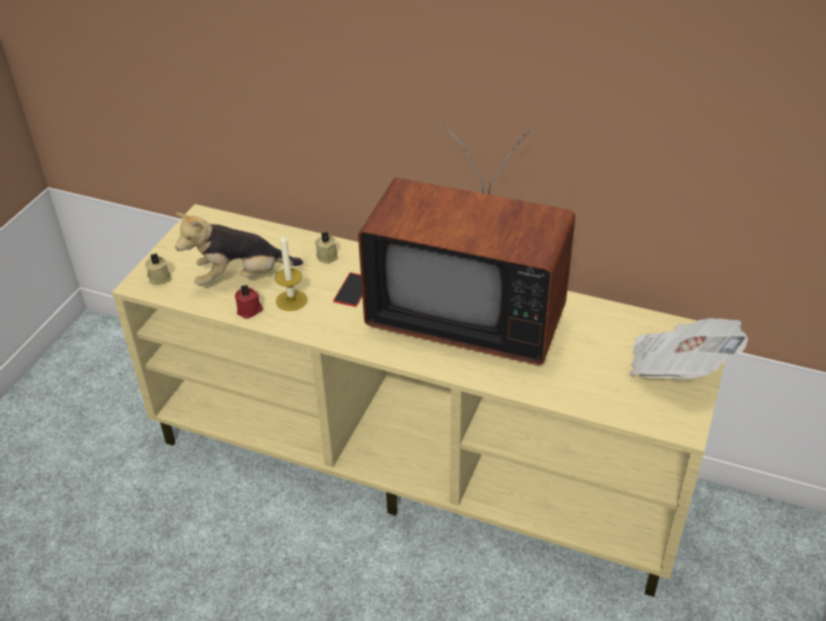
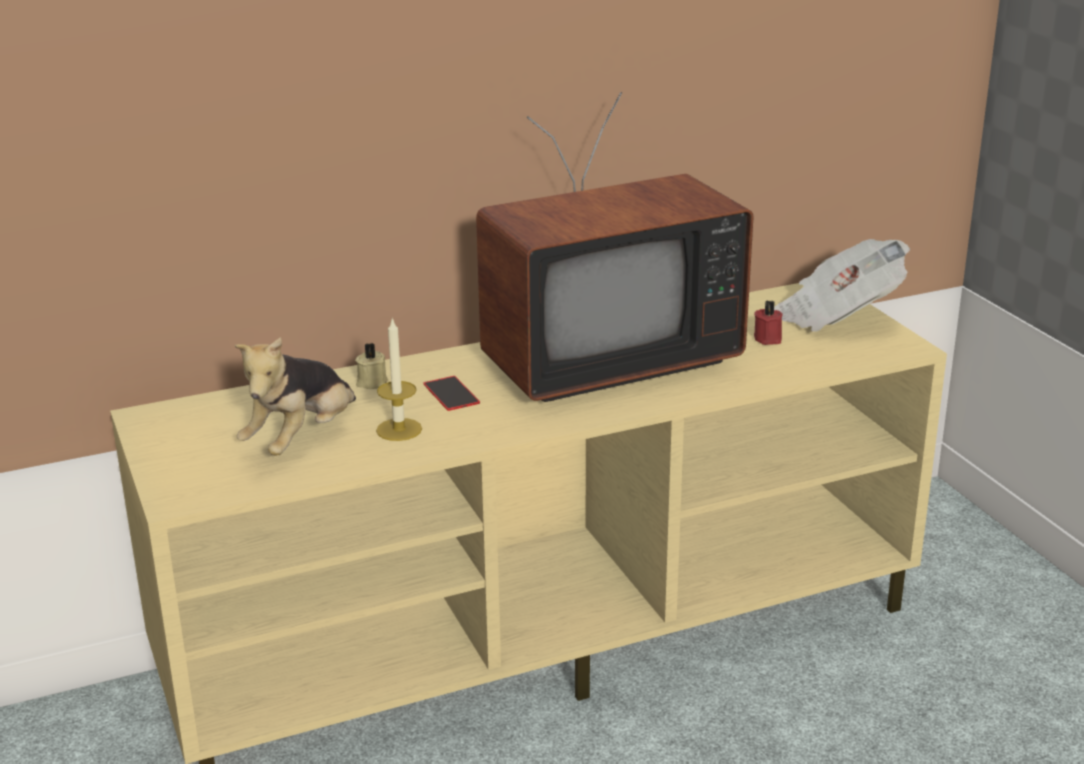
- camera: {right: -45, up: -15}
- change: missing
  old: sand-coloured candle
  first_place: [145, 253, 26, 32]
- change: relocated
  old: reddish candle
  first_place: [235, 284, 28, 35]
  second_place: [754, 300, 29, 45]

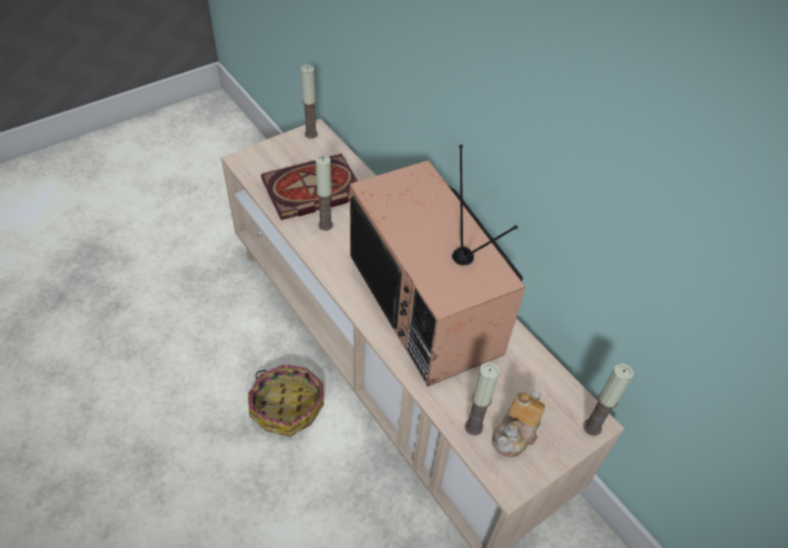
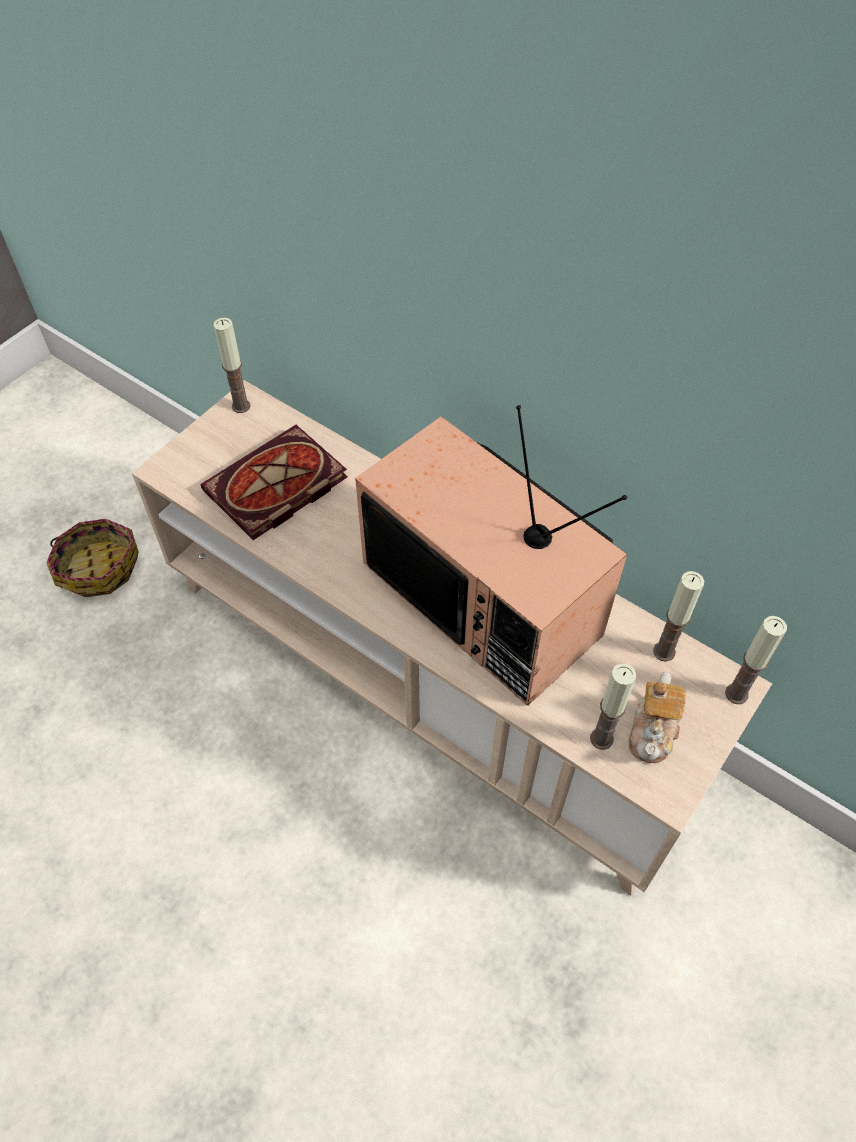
- camera: {right: -15, up: 5}
- change: relocated
  old: storage basket
  first_place: [248, 364, 76, 73]
  second_place: [47, 519, 91, 78]
- change: relocated
  old: candle
  first_place: [315, 155, 18, 76]
  second_place: [653, 571, 51, 91]

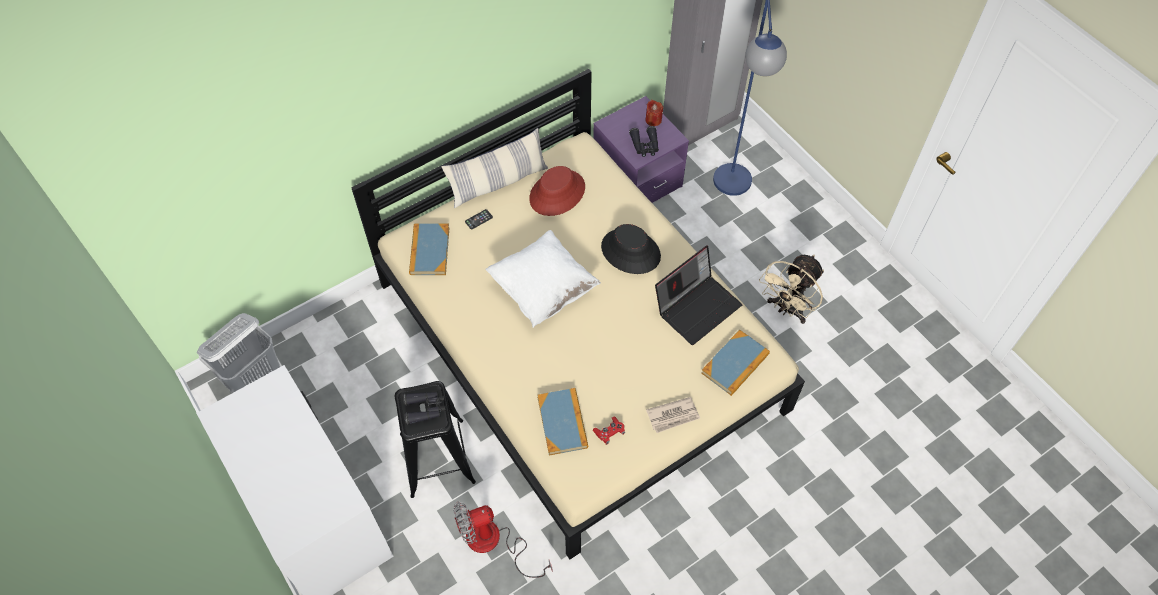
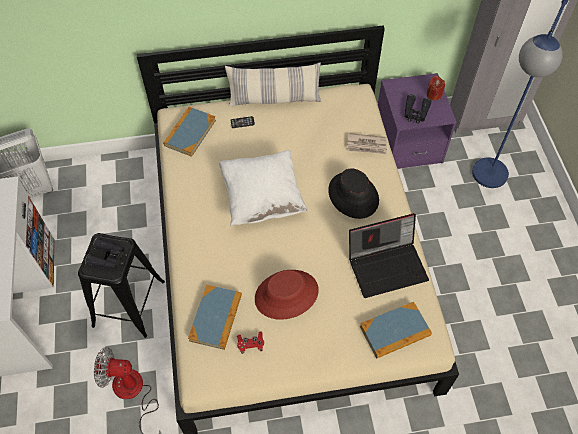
- camera: {right: 25, up: 0}
- change: relocated
  old: reddish wearable hat
  first_place: [529, 166, 56, 50]
  second_place: [255, 270, 64, 50]
- change: relocated
  old: daily paper
  first_place: [646, 397, 54, 36]
  second_place: [347, 133, 40, 21]
- change: missing
  old: sand-coloured cooling fan
  first_place: [759, 255, 65, 69]

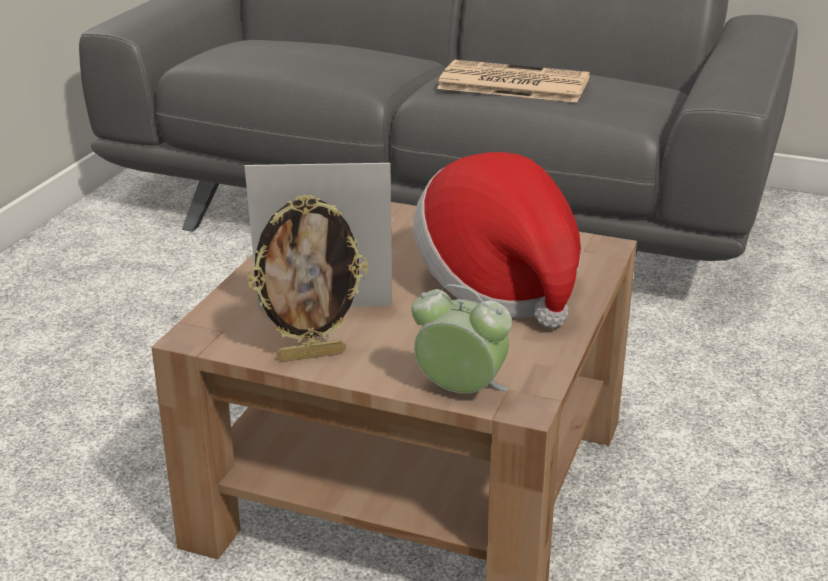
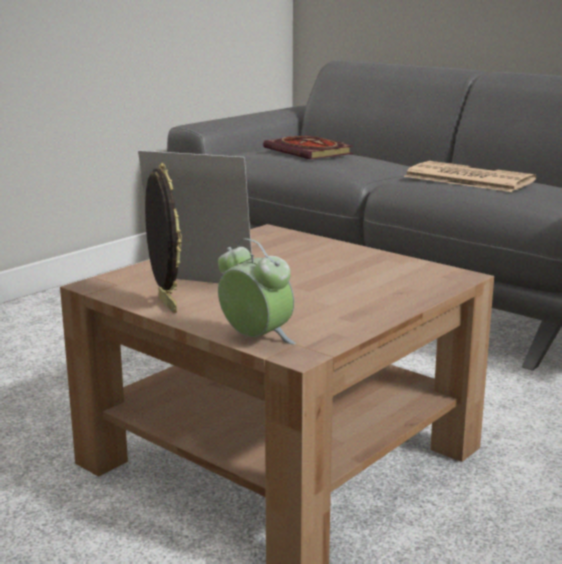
- camera: {right: 20, up: -10}
- change: spun
  old: picture frame
  first_place: [247, 194, 121, 168]
  second_place: [145, 163, 37, 150]
  degrees: -120
- change: missing
  old: wearable hat
  first_place: [413, 152, 168, 176]
- change: appeared
  new: bound book
  second_place: [263, 135, 90, 24]

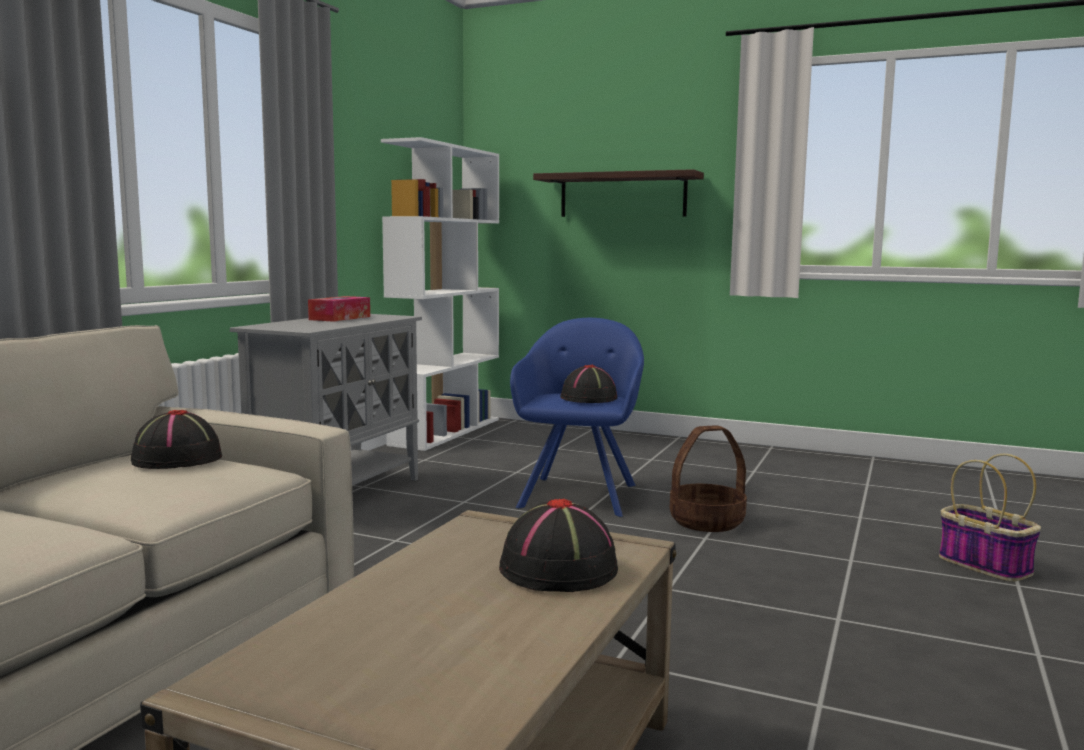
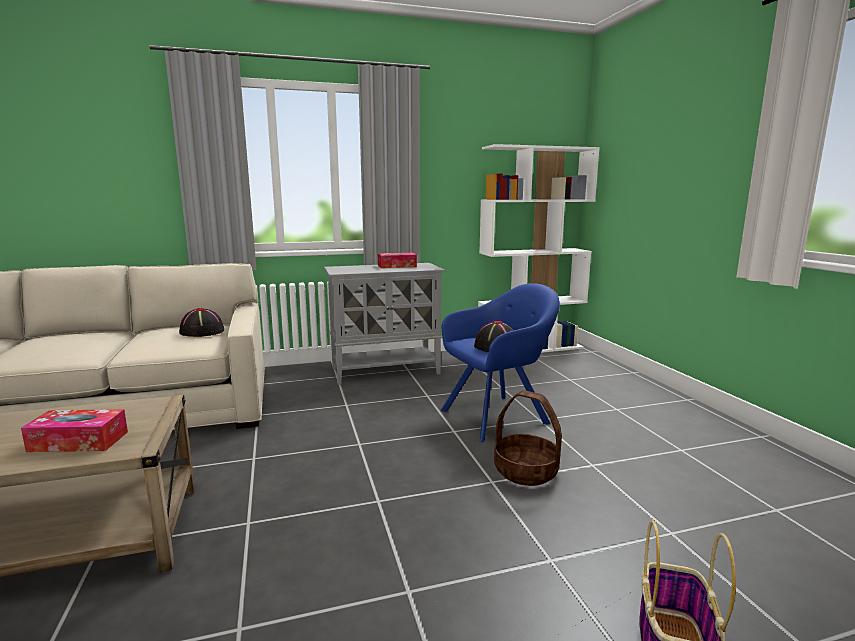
- camera: {right: 50, up: 5}
- change: exchanged
  old: blackish wearable hat
  new: tissue holder
  first_place: [499, 499, 119, 93]
  second_place: [21, 409, 107, 43]
- change: missing
  old: shelf
  first_place: [533, 169, 171, 48]

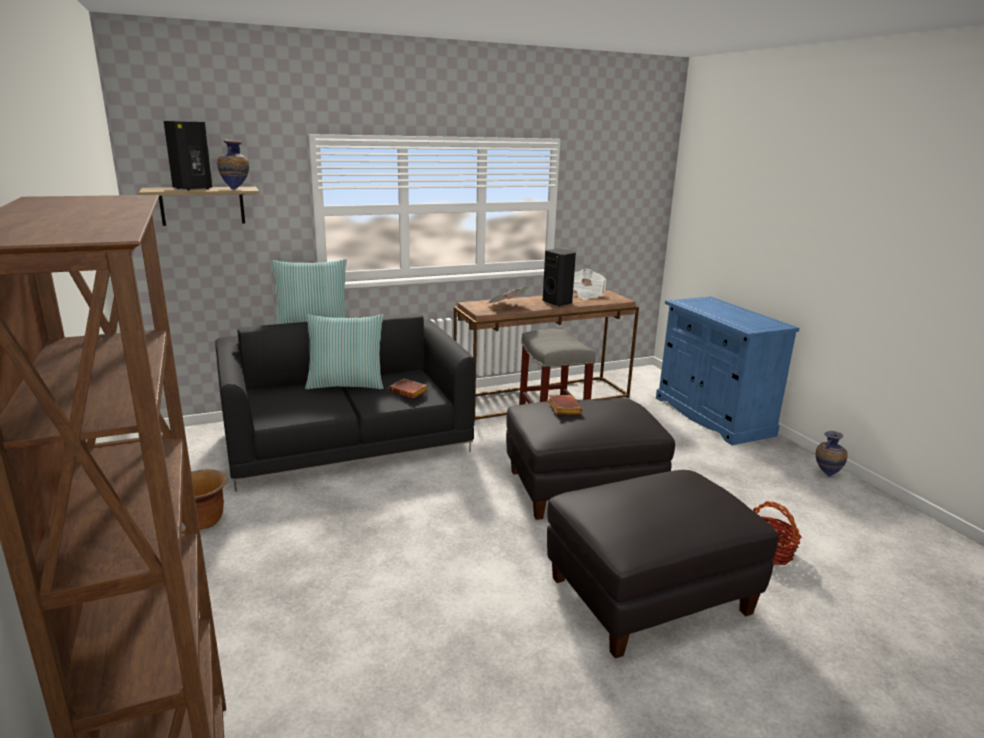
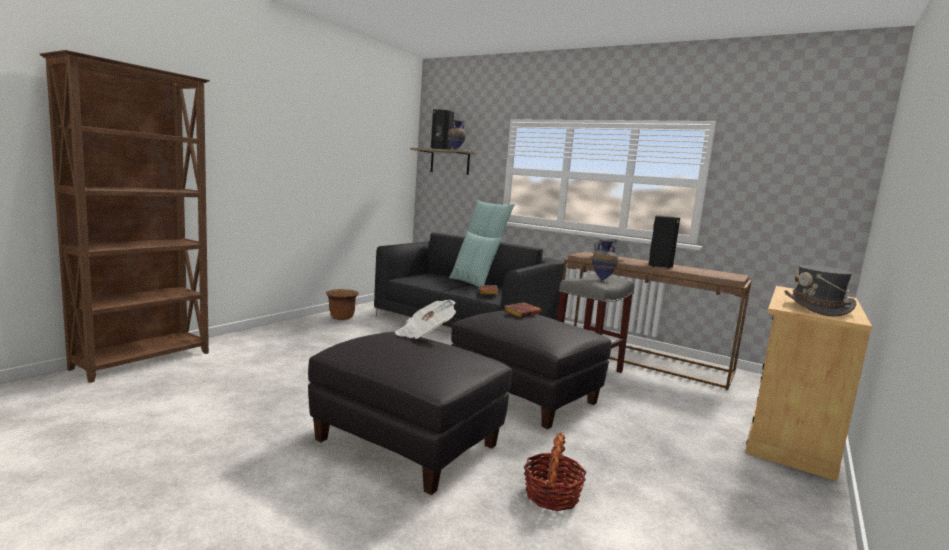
- camera: {right: 55, up: -10}
- change: relocated
  old: daily paper
  first_place: [573, 269, 33, 30]
  second_place: [395, 300, 61, 39]
- change: colour
  old: blue-coloured cupboard
  new: sand-coloured cupboard
  first_place: [656, 296, 143, 149]
  second_place: [745, 286, 127, 195]
- change: relocated
  old: decorative vase
  first_place: [816, 431, 32, 46]
  second_place: [592, 240, 26, 40]
- change: appeared
  new: greyish wearable hat
  second_place: [784, 265, 72, 52]

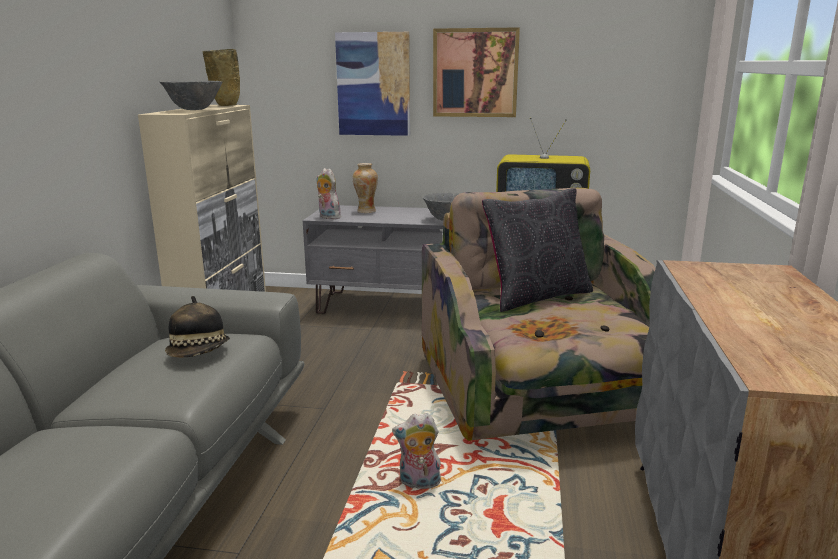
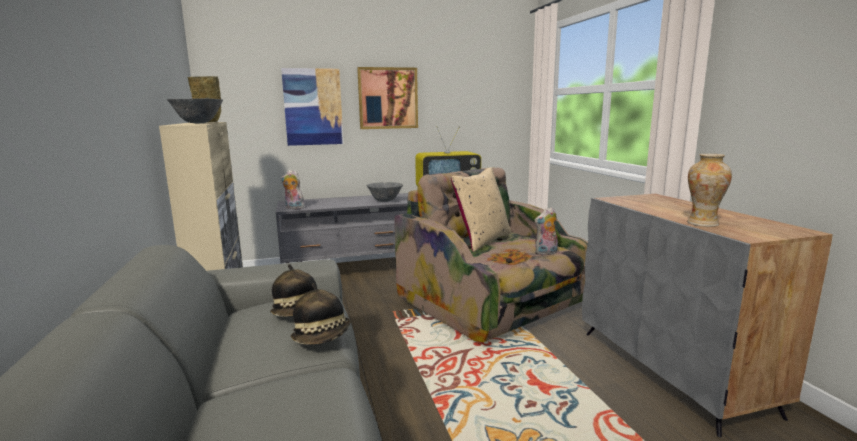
- camera: {right: -25, up: -5}
- change: relocated
  old: decorative vase
  first_place: [353, 163, 25, 50]
  second_place: [687, 154, 45, 73]
- change: relocated
  old: cuddly toy
  first_place: [392, 413, 49, 76]
  second_place: [535, 207, 23, 49]
- change: colour
  old: blackish pillow
  new: sand-coloured pillow
  first_place: [482, 188, 111, 124]
  second_place: [451, 167, 60, 85]
- change: appeared
  new: wearable hat
  second_place: [291, 283, 60, 62]

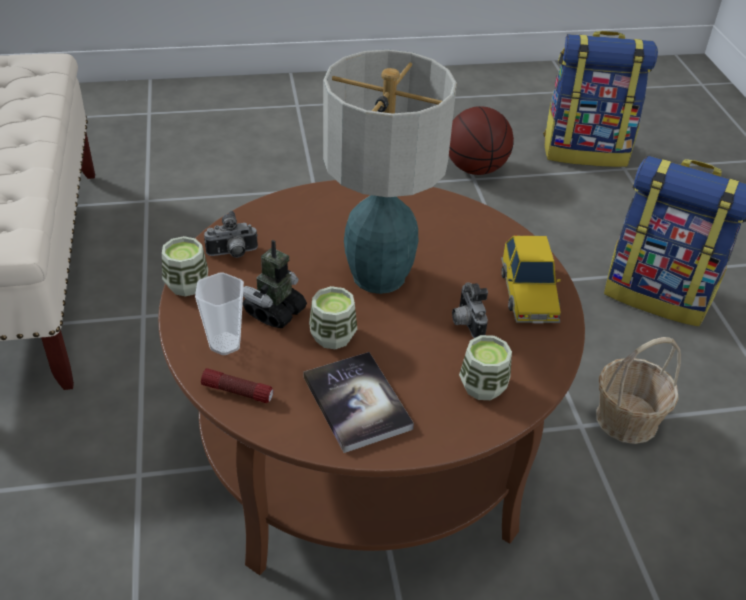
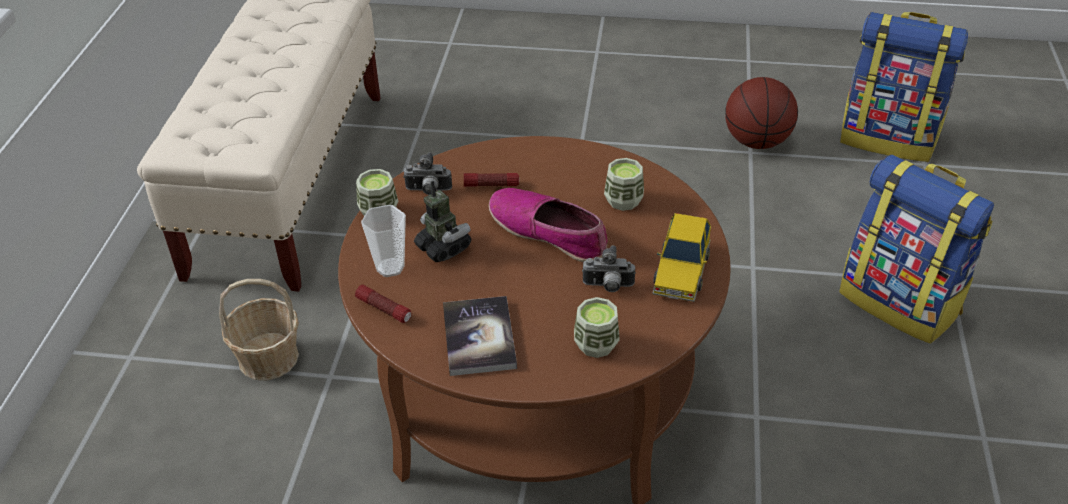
- camera: {right: 20, up: 0}
- change: spun
  old: model robot
  first_place: [243, 240, 64, 88]
  second_place: [414, 181, 57, 81]
  degrees: 90
- change: relocated
  old: drinking cup
  first_place: [309, 286, 48, 63]
  second_place: [604, 158, 40, 53]
- change: exchanged
  old: tabletop lamp
  new: item of footwear
  first_place: [323, 50, 134, 244]
  second_place: [489, 188, 118, 74]
- change: spun
  old: photo camera
  first_place: [452, 282, 36, 56]
  second_place: [582, 245, 54, 47]
  degrees: -90
- change: relocated
  old: storage basket
  first_place: [596, 337, 85, 107]
  second_place: [219, 279, 80, 101]
- change: appeared
  new: torch
  second_place: [464, 173, 55, 14]

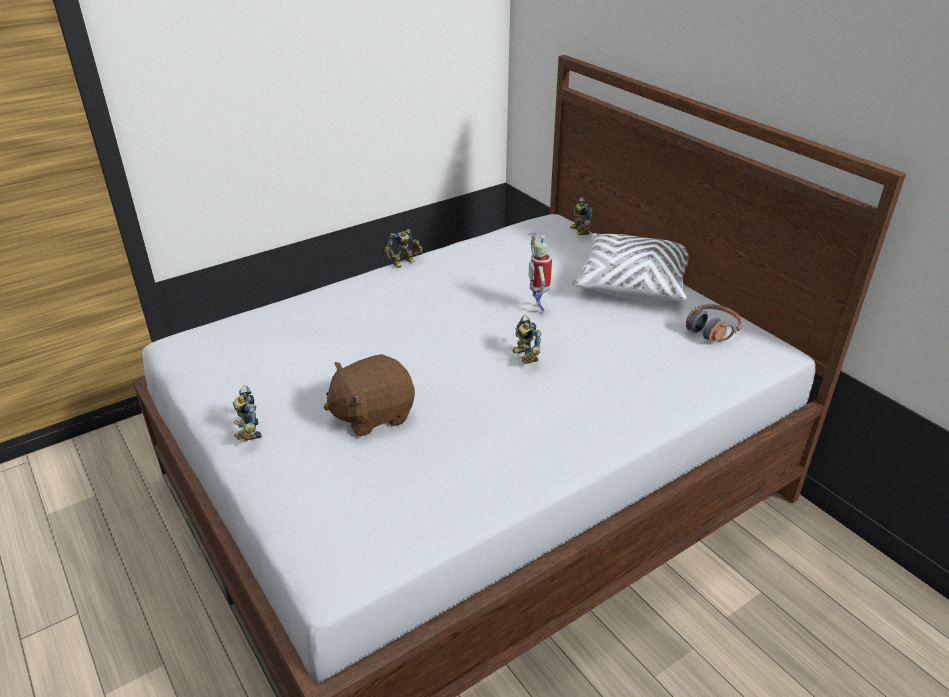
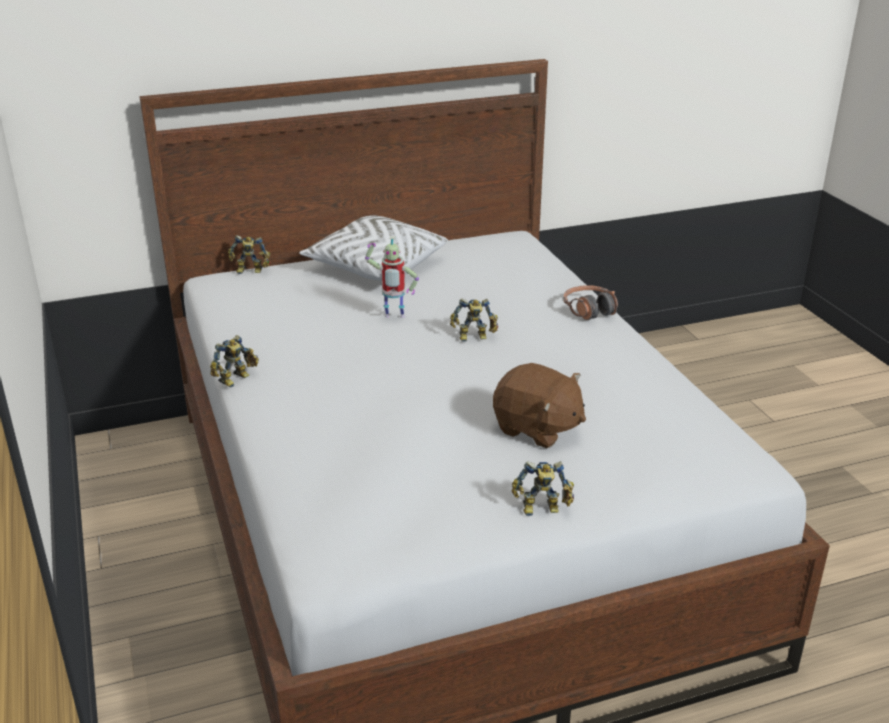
- camera: {right: -75, up: -5}
- change: spun
  old: brown-coloured cuddly toy
  first_place: [324, 354, 91, 83]
  second_place: [493, 363, 93, 85]
  degrees: -45
- change: spun
  old: model robot
  first_place: [384, 229, 39, 39]
  second_place: [210, 335, 49, 53]
  degrees: 60
- change: relocated
  old: headset
  first_place: [686, 304, 57, 39]
  second_place: [563, 285, 55, 35]

